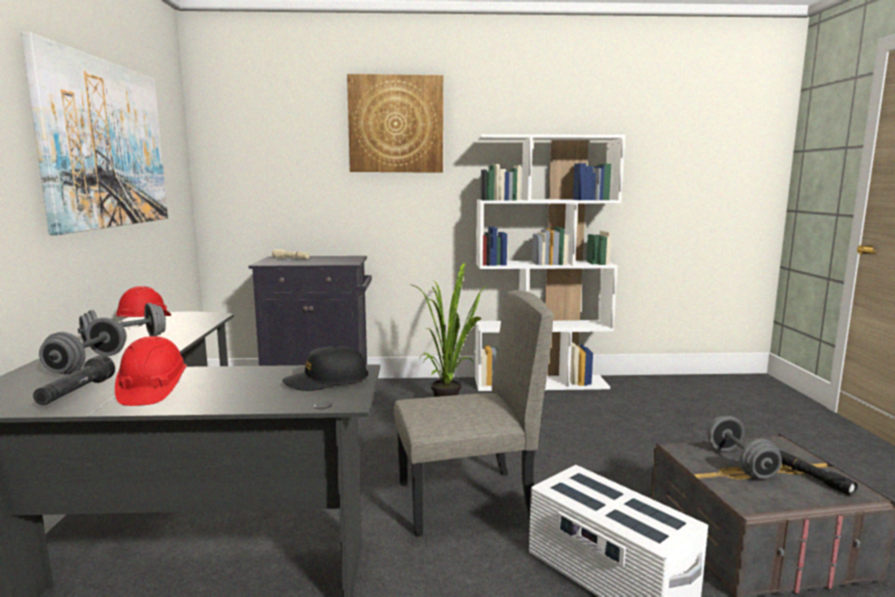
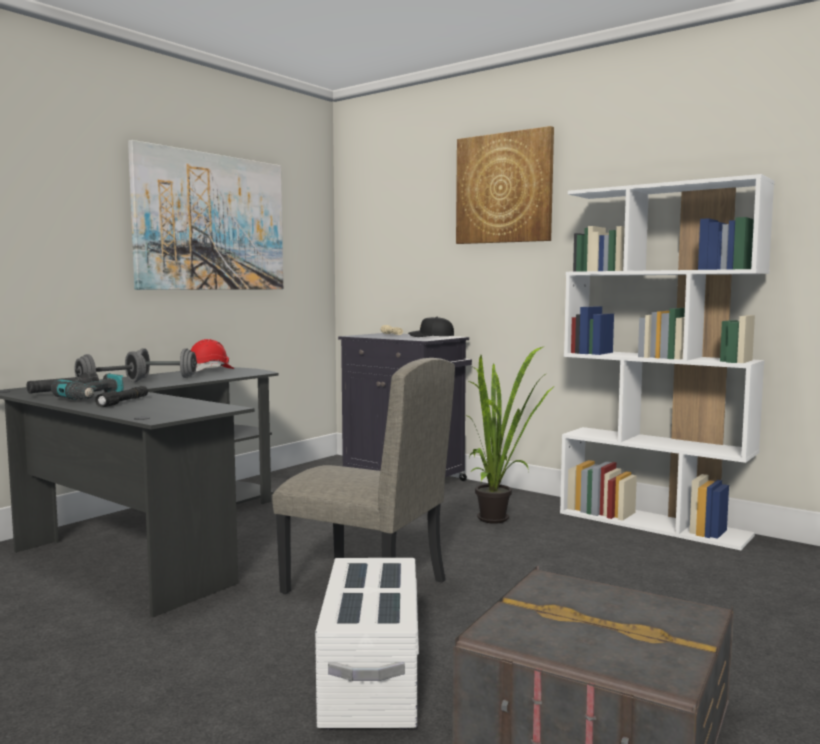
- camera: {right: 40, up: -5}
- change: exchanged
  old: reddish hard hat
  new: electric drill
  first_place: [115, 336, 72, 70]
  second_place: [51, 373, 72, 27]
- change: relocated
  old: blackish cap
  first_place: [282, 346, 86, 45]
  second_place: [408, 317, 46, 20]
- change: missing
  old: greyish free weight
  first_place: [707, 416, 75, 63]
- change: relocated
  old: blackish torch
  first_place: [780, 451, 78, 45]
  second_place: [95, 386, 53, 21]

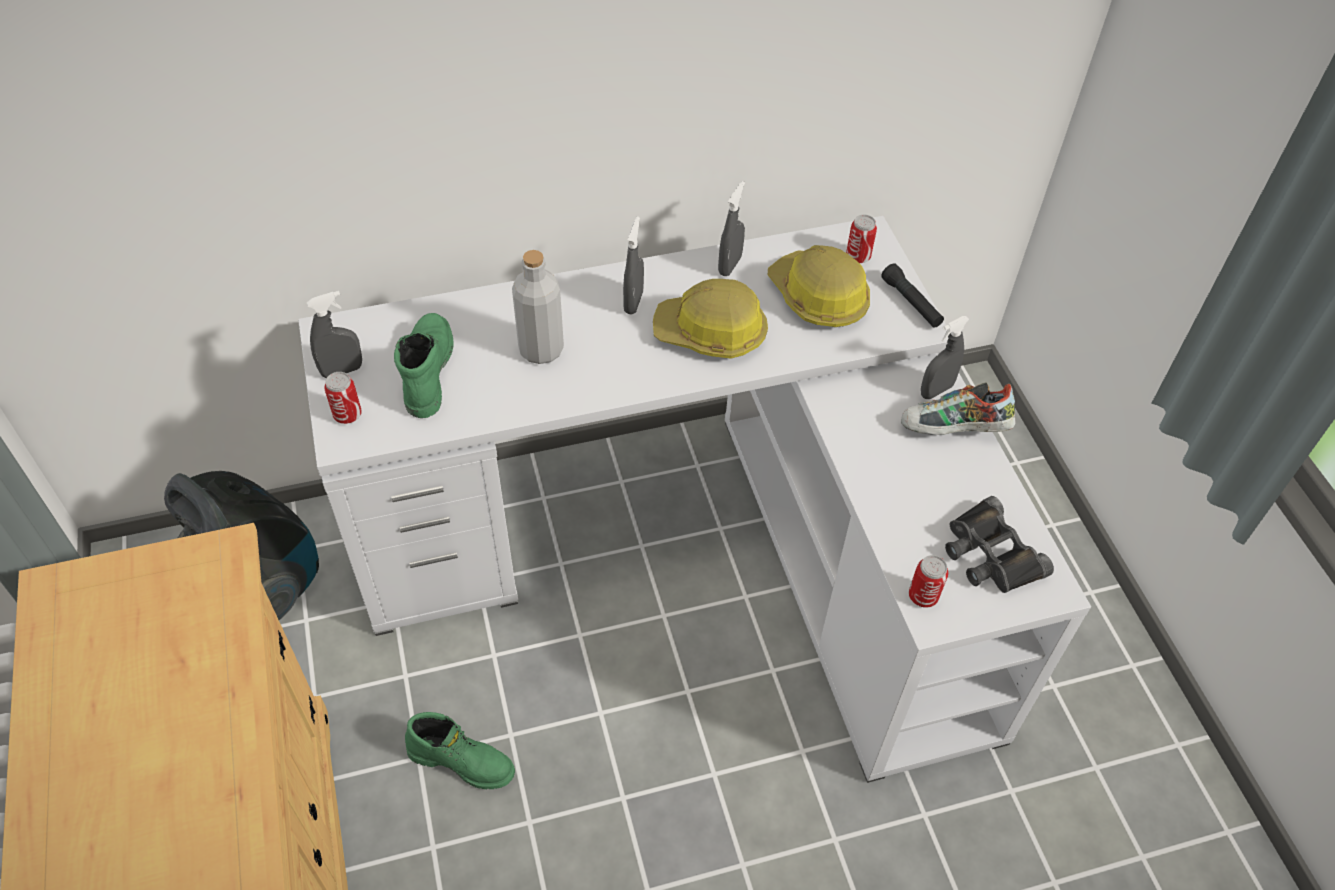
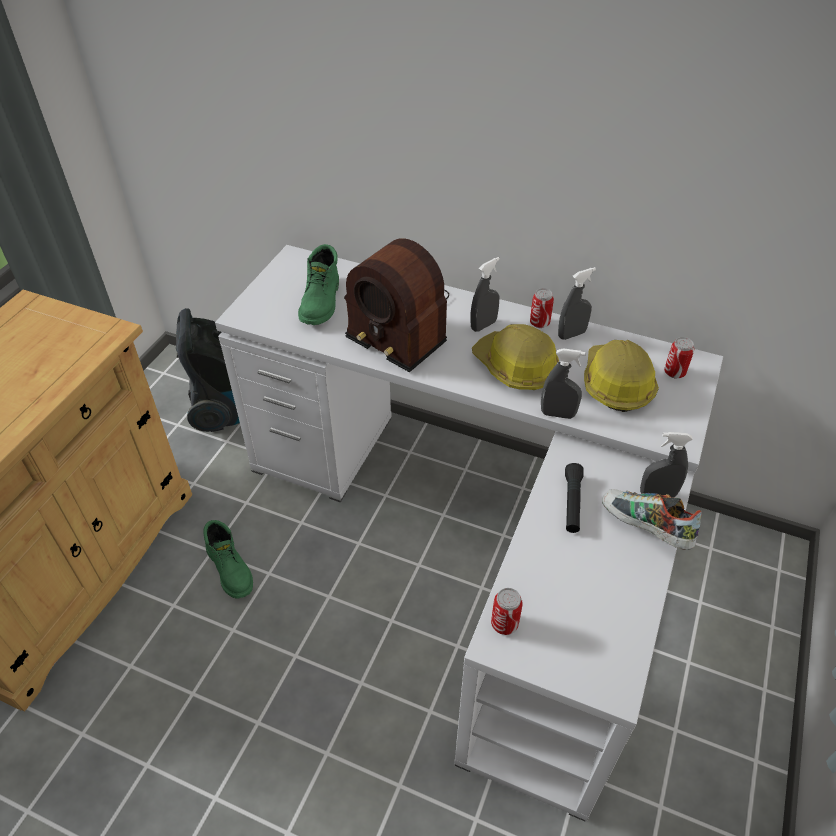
- camera: {right: 40, up: -5}
- change: relocated
  old: greyish sprayer
  first_place: [307, 291, 55, 87]
  second_place: [541, 348, 45, 71]
- change: relocated
  old: sealed can
  first_place: [324, 372, 38, 52]
  second_place: [530, 288, 24, 40]
- change: spun
  old: green boot
  first_place: [394, 313, 60, 105]
  second_place: [298, 244, 41, 81]
  degrees: 150
- change: exchanged
  old: greyish drink bottle
  new: radio
  first_place: [512, 250, 52, 114]
  second_place: [344, 238, 105, 134]
- change: relocated
  old: blackish torch
  first_place: [881, 264, 63, 64]
  second_place: [565, 463, 19, 70]
- change: missing
  old: blackish binoculars
  first_place: [945, 496, 109, 97]

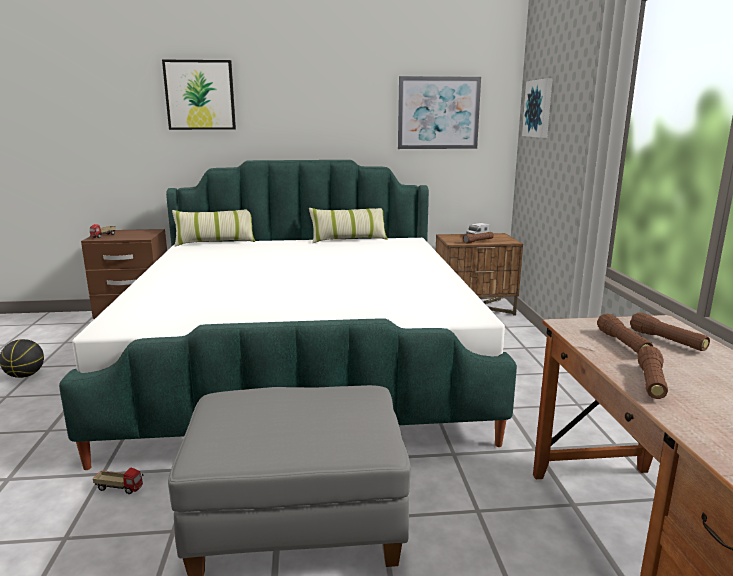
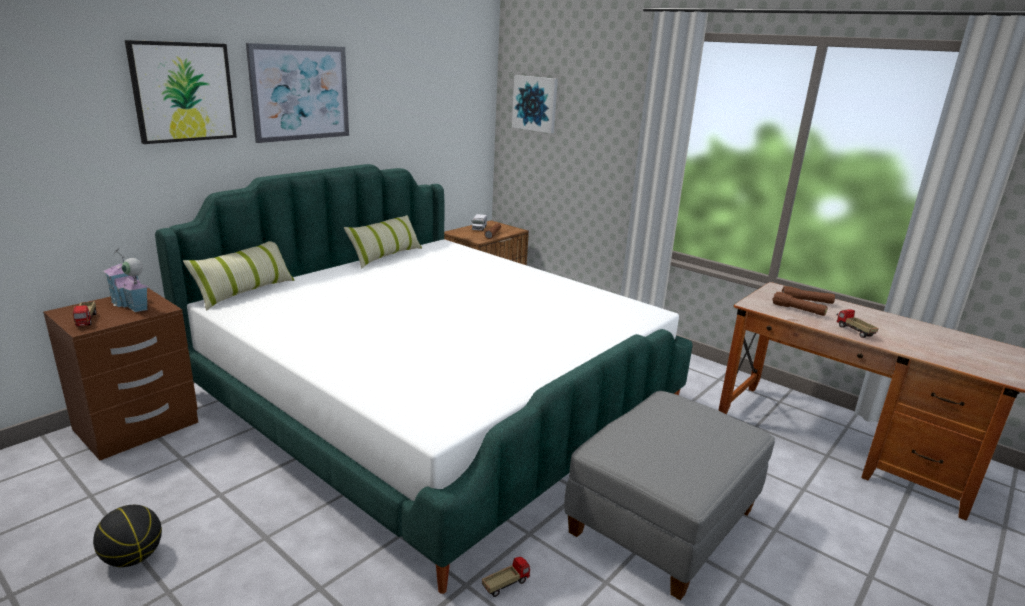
- camera: {right: -45, up: 5}
- change: relocated
  old: picture
  first_place: [398, 76, 83, 73]
  second_place: [246, 43, 103, 100]
- change: exchanged
  old: brown-coloured torch
  new: toy lorry
  first_place: [637, 346, 31, 53]
  second_place: [837, 309, 42, 29]
- change: appeared
  new: miniature house
  second_place: [103, 252, 46, 60]

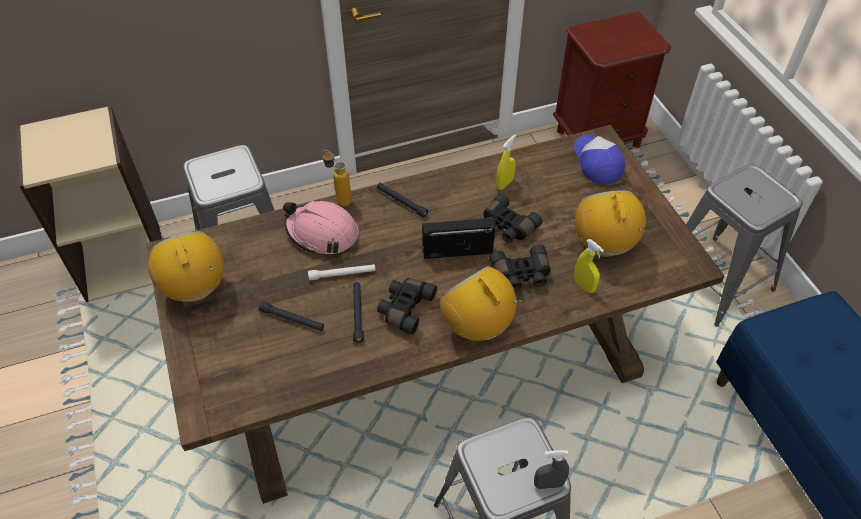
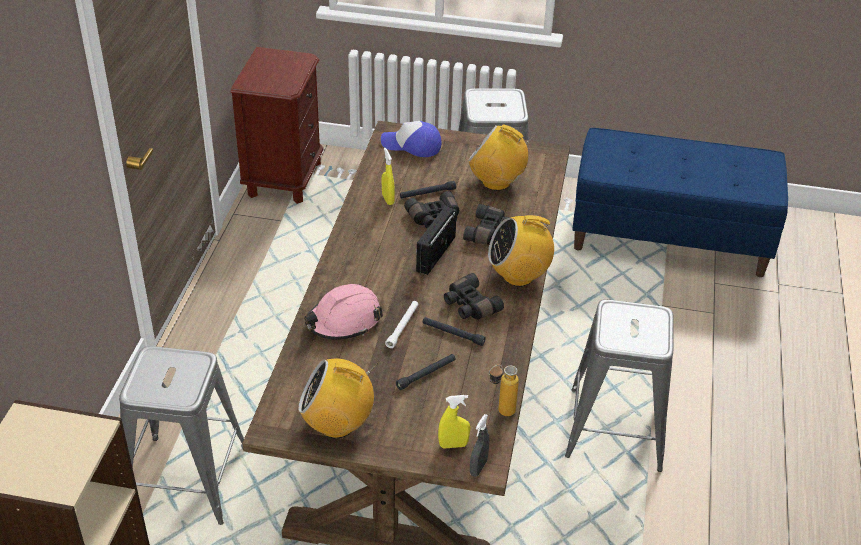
- camera: {right: -60, up: -10}
- change: relocated
  old: drink bottle
  first_place: [322, 150, 30, 56]
  second_place: [489, 365, 30, 51]
- change: relocated
  old: blackish torch
  first_place: [377, 183, 51, 35]
  second_place: [400, 181, 56, 17]
- change: relocated
  old: greyish sprayer
  first_place: [534, 450, 35, 39]
  second_place: [470, 414, 19, 63]
- change: relocated
  old: yellow sprayer
  first_place: [574, 239, 30, 54]
  second_place: [438, 395, 32, 54]

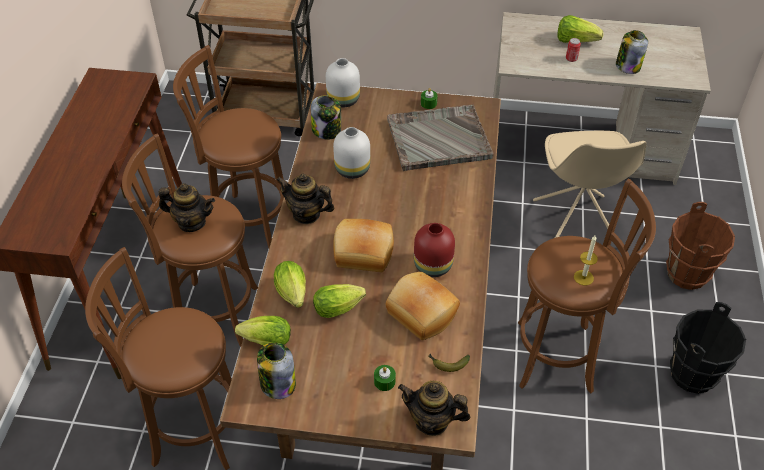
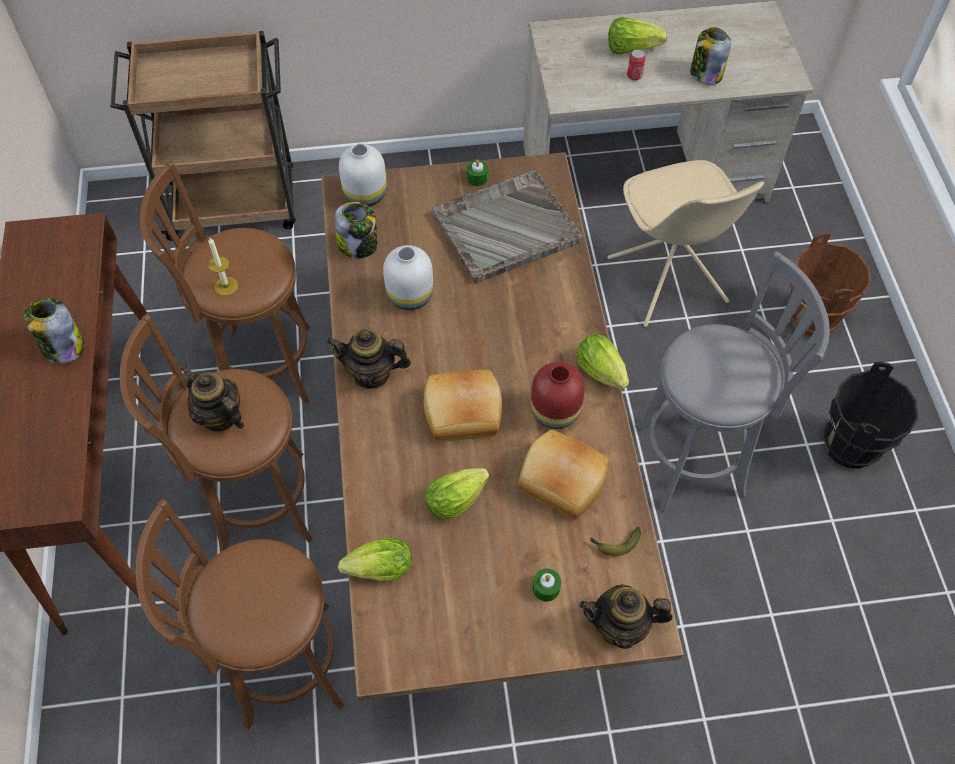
- camera: {right: -15, up: 10}
- change: spun
  old: pot for tea
  first_place: [159, 183, 56, 49]
  second_place: [181, 365, 63, 67]
  degrees: -135
- change: relocated
  old: storage jar
  first_place: [257, 342, 39, 57]
  second_place: [24, 298, 61, 66]
- change: relocated
  old: lettuce
  first_place: [274, 261, 32, 47]
  second_place: [576, 334, 53, 55]
- change: colour
  old: brown-coloured stool
  new: greyish stool
  first_place: [518, 178, 138, 215]
  second_place: [635, 251, 195, 260]
- change: relocated
  old: candle
  first_place: [574, 235, 24, 51]
  second_place: [208, 238, 30, 58]

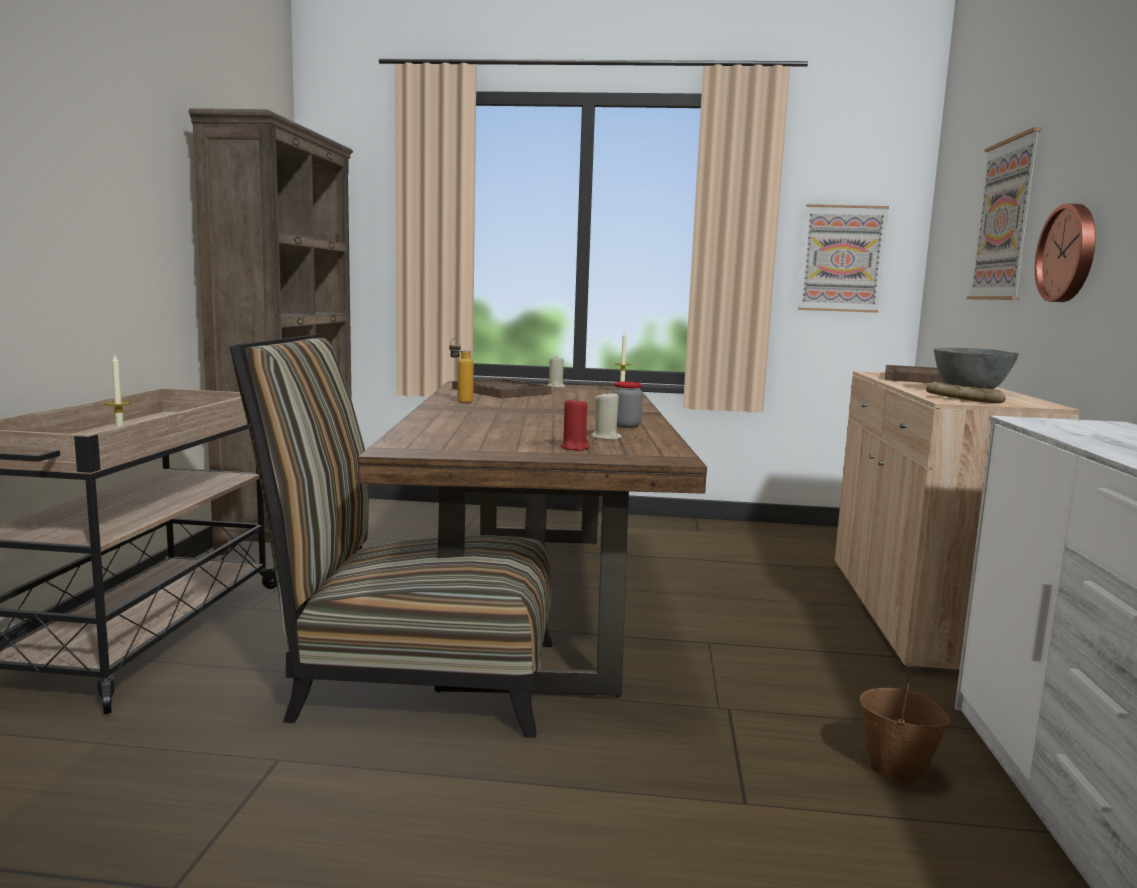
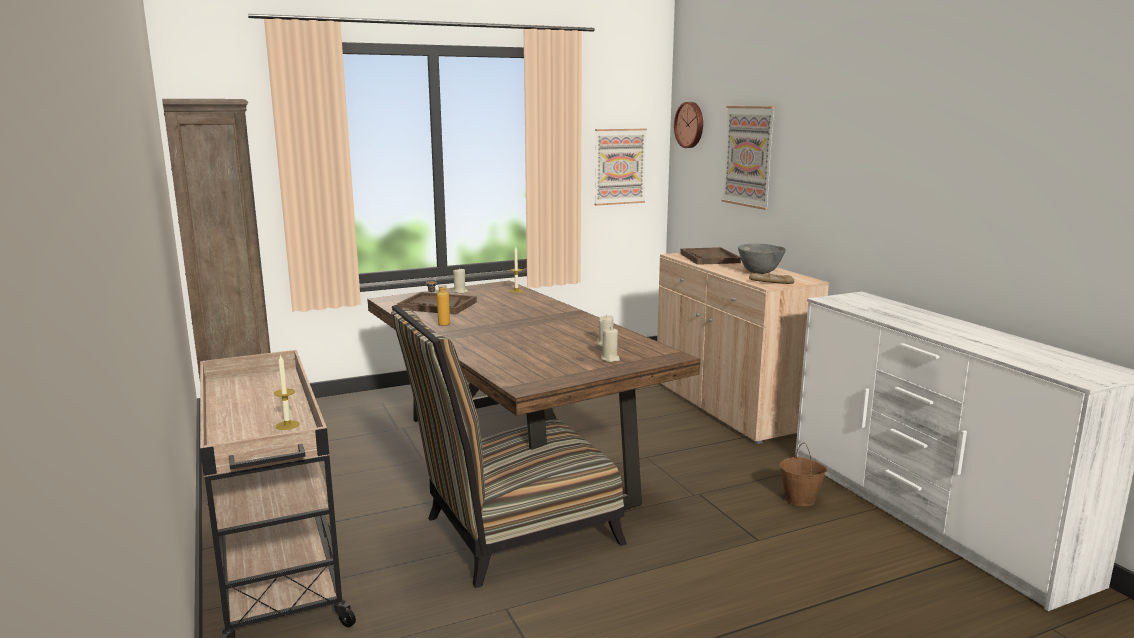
- camera: {right: -30, up: 5}
- change: colour
  old: reddish candle
  new: sand-coloured candle
  first_place: [560, 397, 30, 54]
  second_place: [601, 327, 19, 35]
- change: missing
  old: storage jar
  first_place: [612, 382, 31, 46]
- change: relocated
  old: wall clock
  first_place: [1035, 204, 61, 98]
  second_place: [674, 102, 29, 46]

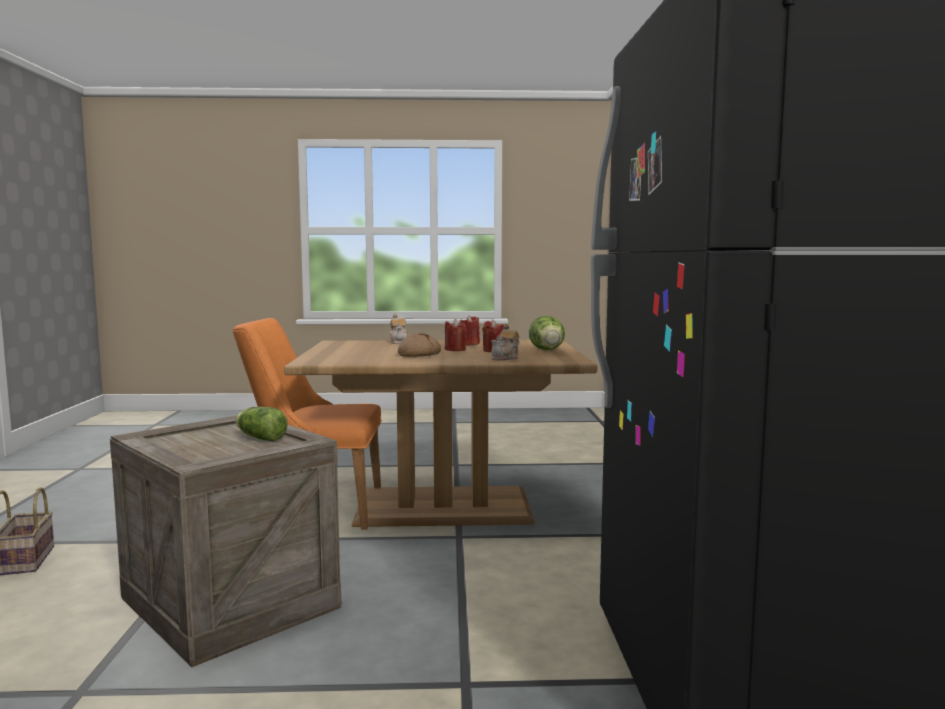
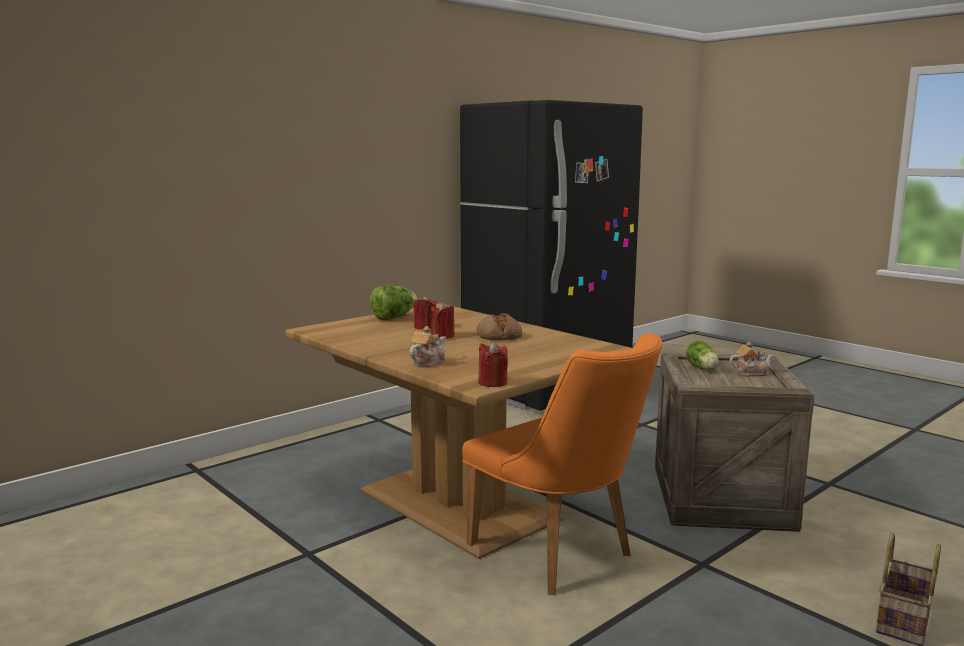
- camera: {right: -130, up: 5}
- change: relocated
  old: reddish candle
  first_place: [459, 315, 21, 30]
  second_place: [478, 341, 30, 46]
- change: relocated
  old: pot for tea
  first_place: [491, 324, 29, 36]
  second_place: [730, 342, 44, 34]

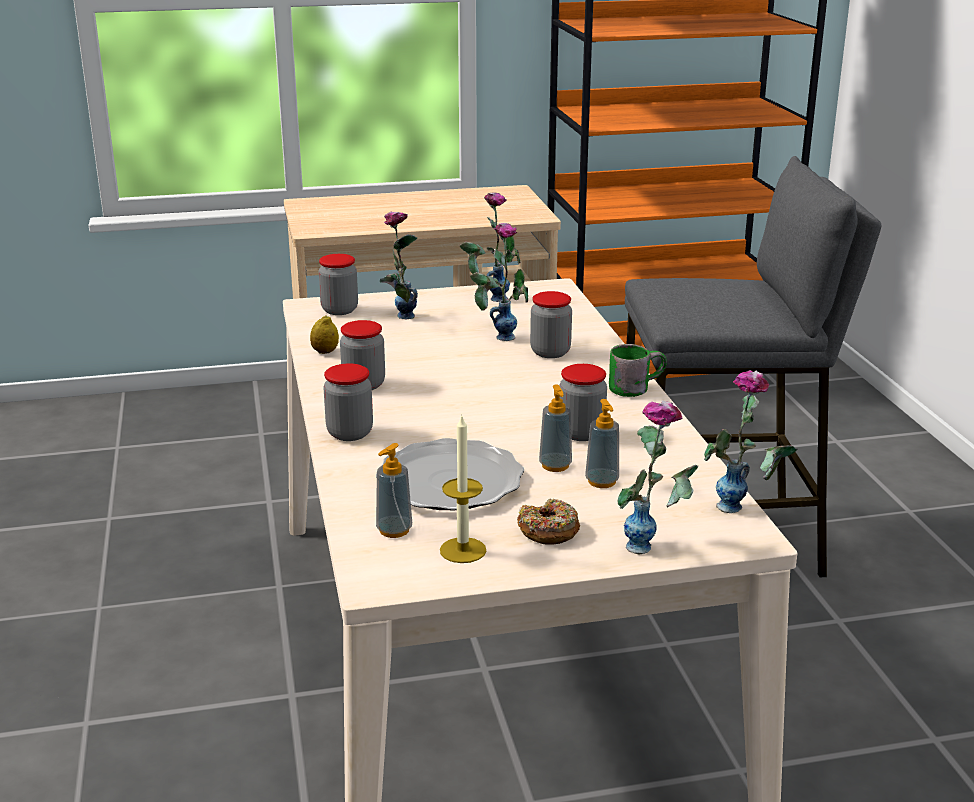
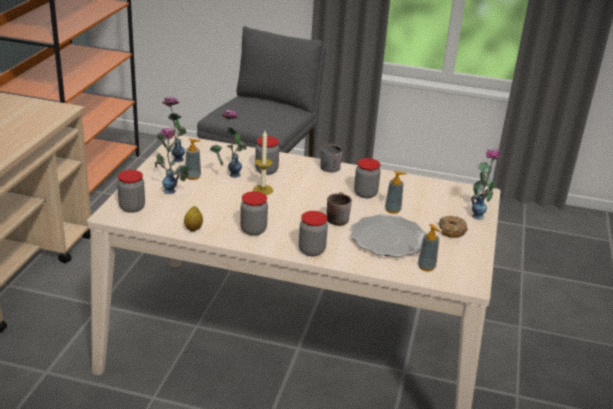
- camera: {right: -65, up: 5}
- change: relocated
  old: candle
  first_place: [440, 415, 46, 148]
  second_place: [253, 131, 20, 64]
- change: relocated
  old: soap dispenser
  first_place: [585, 399, 34, 89]
  second_place: [185, 138, 16, 42]
- change: colour
  old: green mug
  new: greyish mug
  first_place: [609, 344, 58, 53]
  second_place: [320, 144, 23, 29]
- change: missing
  old: decorative vase
  first_place: [704, 370, 94, 143]
- change: appeared
  new: brown-coloured mug
  second_place: [327, 192, 25, 33]

